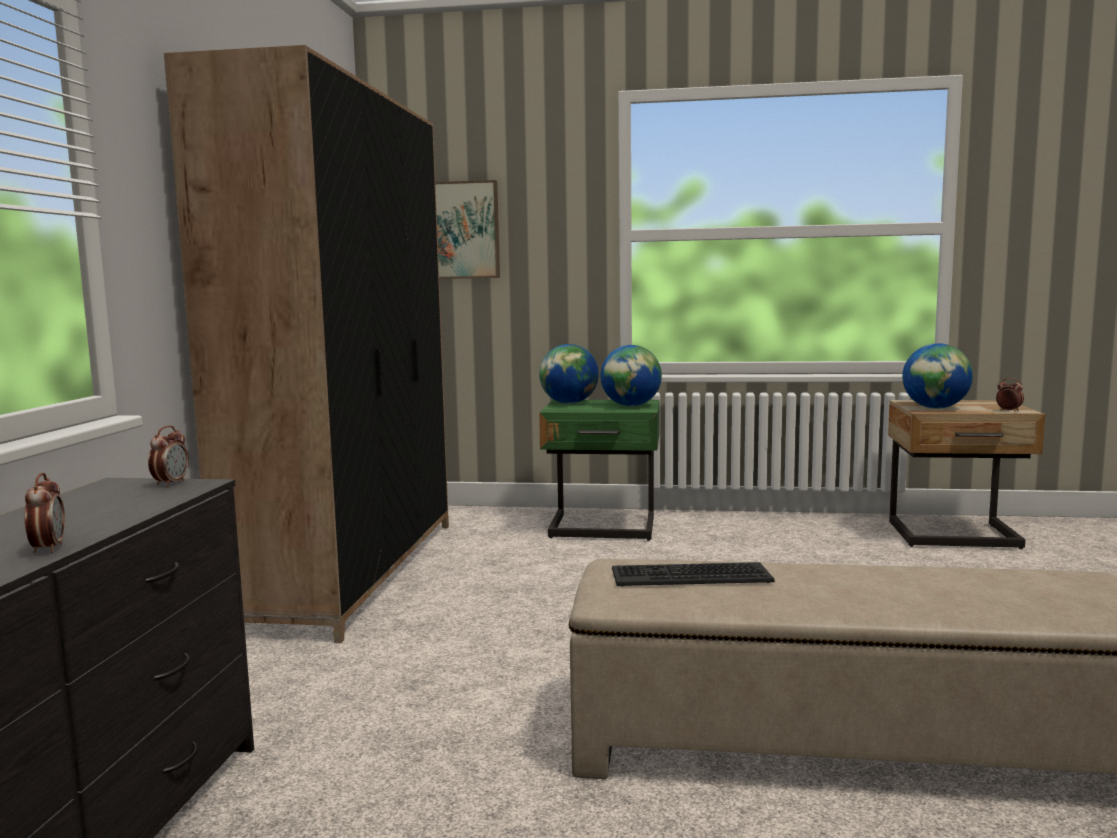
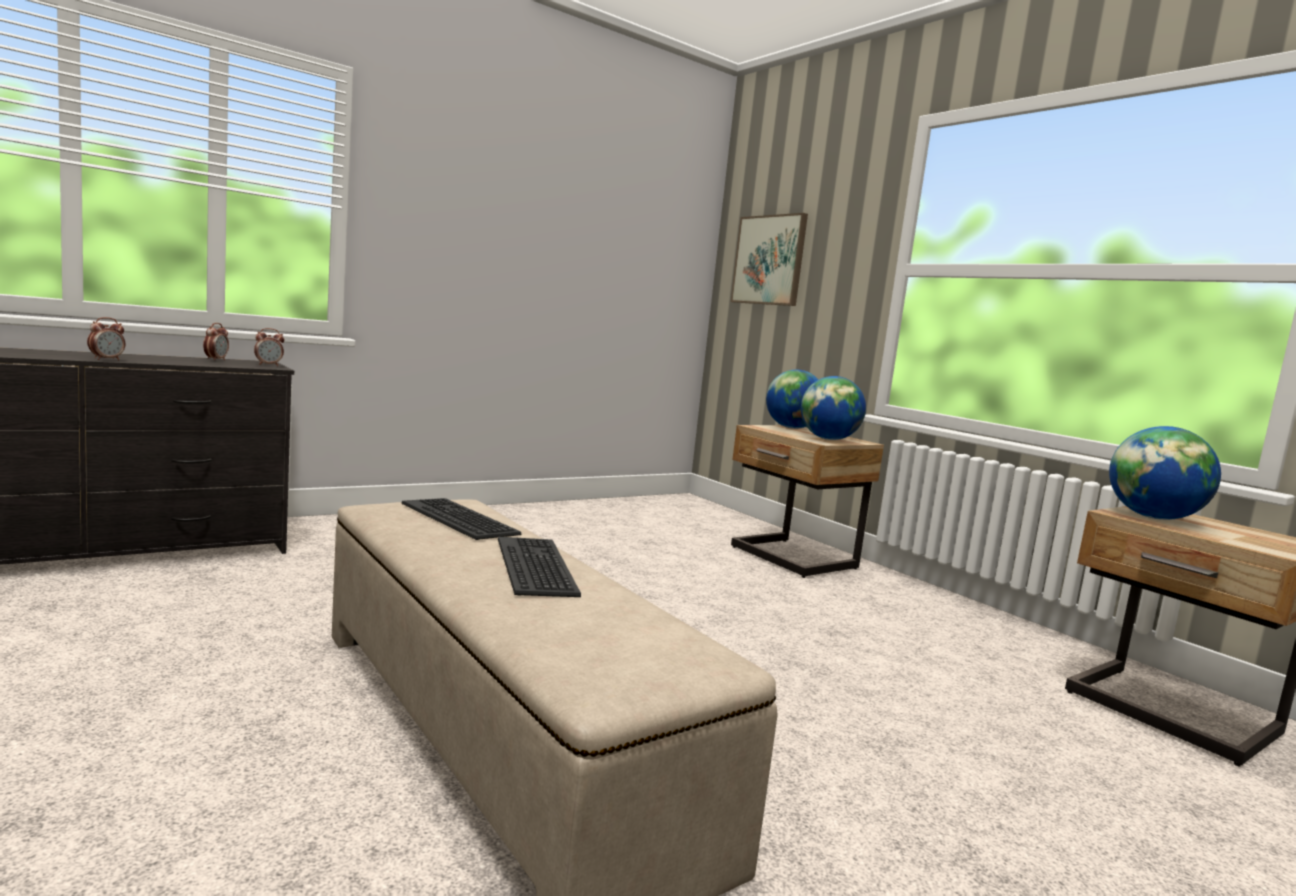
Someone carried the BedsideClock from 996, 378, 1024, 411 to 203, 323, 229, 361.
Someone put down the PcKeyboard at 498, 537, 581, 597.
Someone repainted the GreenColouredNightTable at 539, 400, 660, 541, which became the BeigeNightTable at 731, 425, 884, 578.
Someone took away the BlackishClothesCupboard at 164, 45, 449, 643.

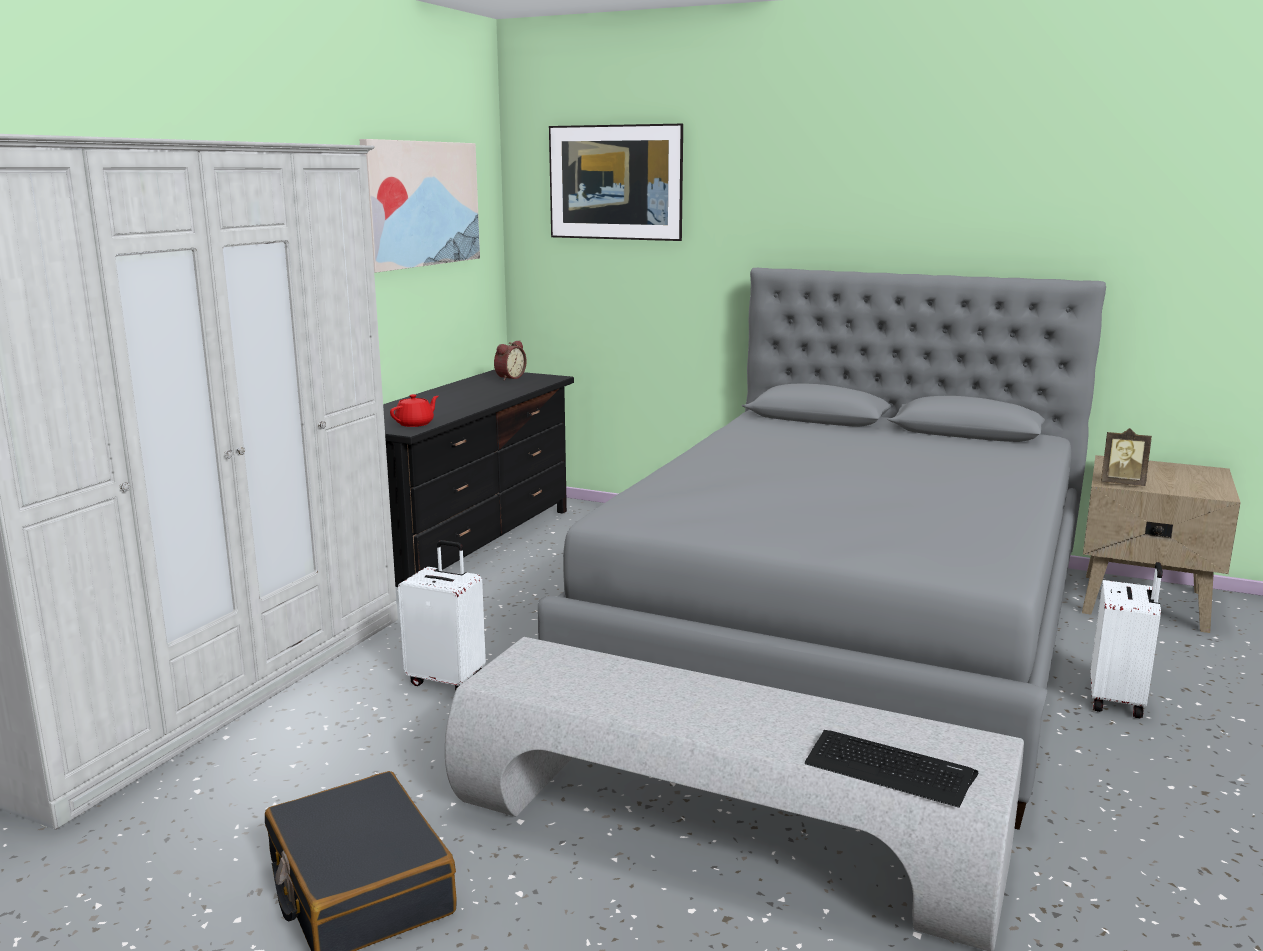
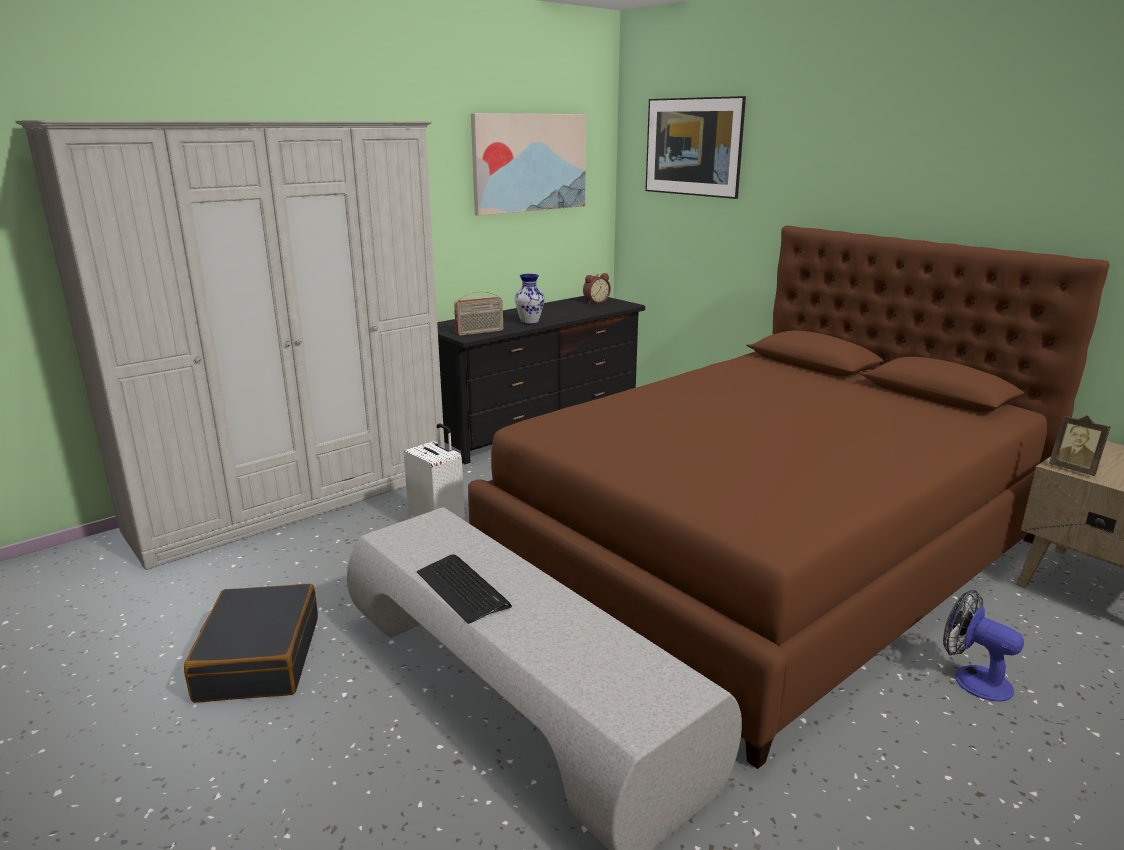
Someone carried the PcKeyboard from 805, 730, 978, 808 to 417, 554, 512, 624.
Someone swapped the RedColouredTeapot at 390, 394, 438, 427 for the Radio at 454, 291, 503, 336.
Someone repainted the GreyBedroomBed at 538, 268, 1106, 830, which became the BrownishBedroomBed at 468, 226, 1110, 769.
Someone put down the FlowerVase at 515, 274, 545, 324.
Someone swapped the WhitishPieceOfLuggage at 1091, 562, 1163, 718 for the ElectricFan at 943, 590, 1024, 702.

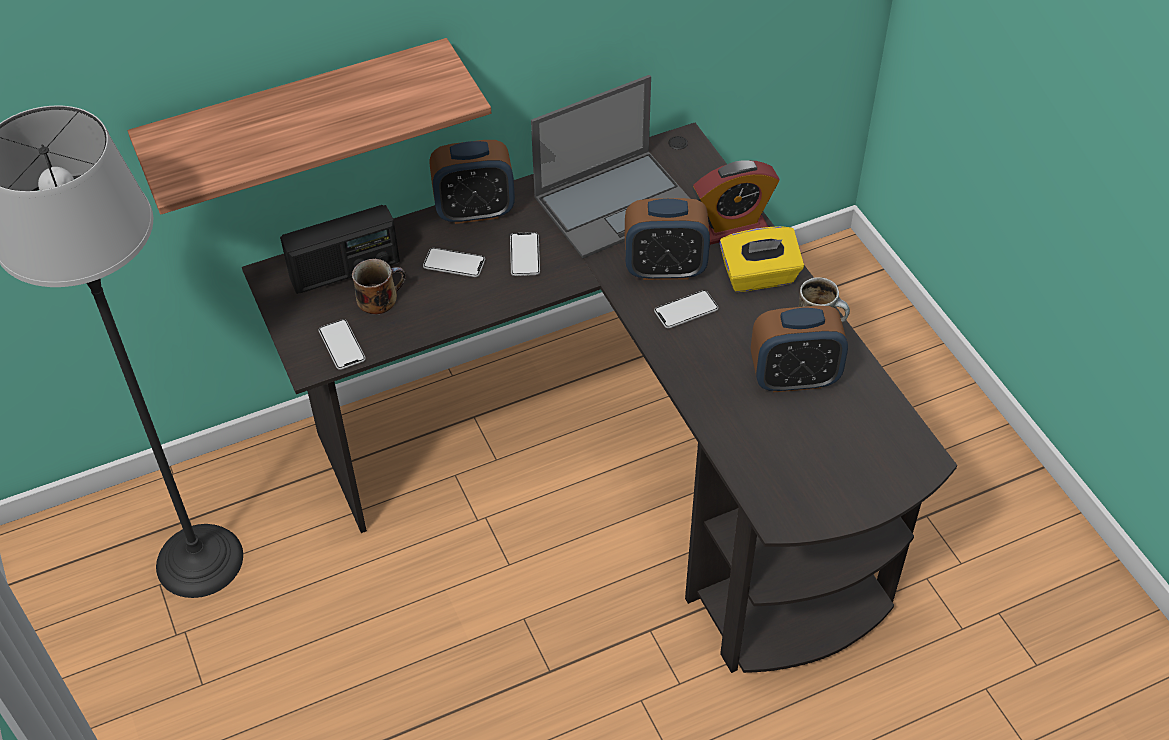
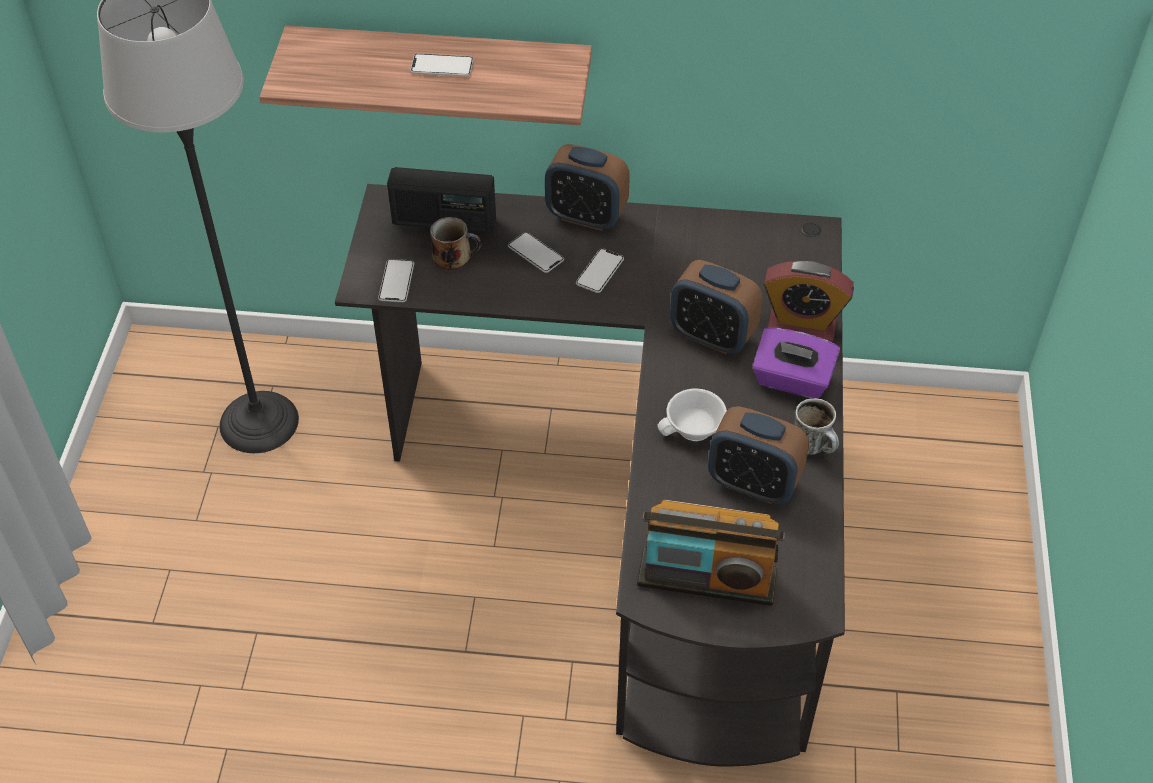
Someone carried the Telephone from 654, 290, 719, 328 to 410, 54, 474, 76.
Someone put down the Radio at 637, 500, 785, 606.
Someone put down the WhitishCup at 657, 388, 727, 441.
Someone repainted the YellowBoxOfTissues at 719, 226, 804, 292, which became the PurpleColouredBoxOfTissues at 752, 328, 840, 399.
Someone took away the PortableComputer at 531, 75, 690, 258.

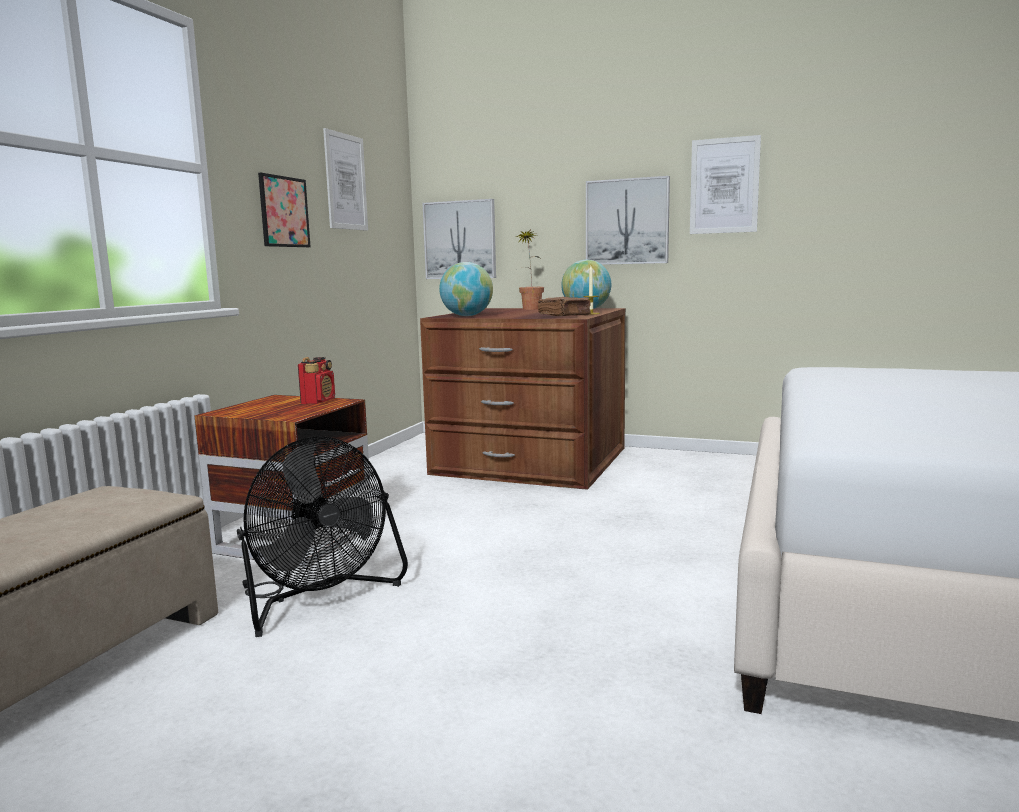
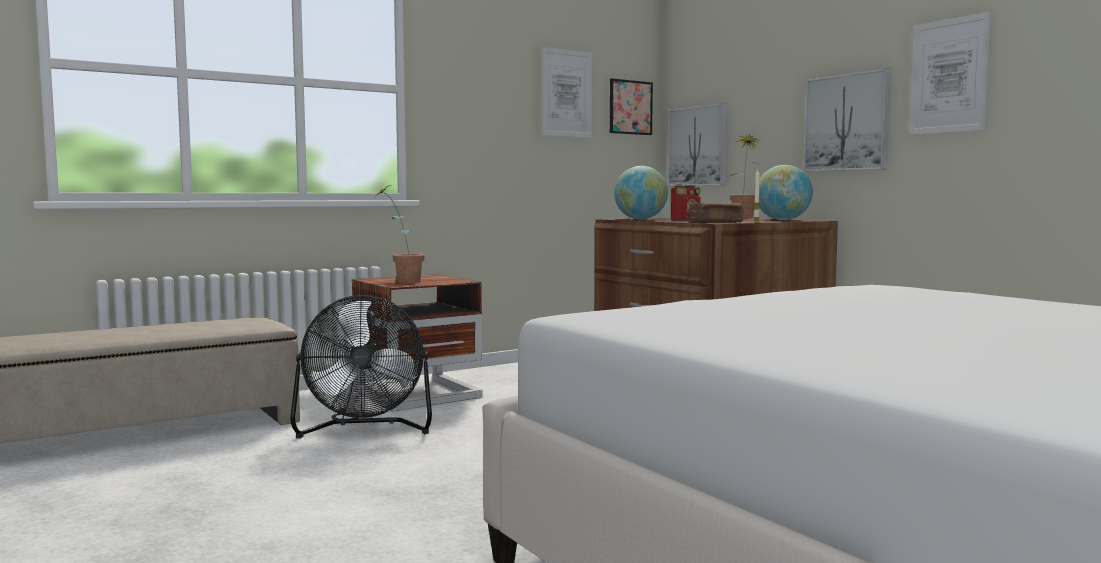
Someone put down the PottedPlant at 374, 185, 424, 283.
Someone carried the Picture from 258, 173, 310, 247 to 610, 78, 653, 135.
Someone carried the Radio from 298, 357, 335, 404 to 671, 184, 701, 220.

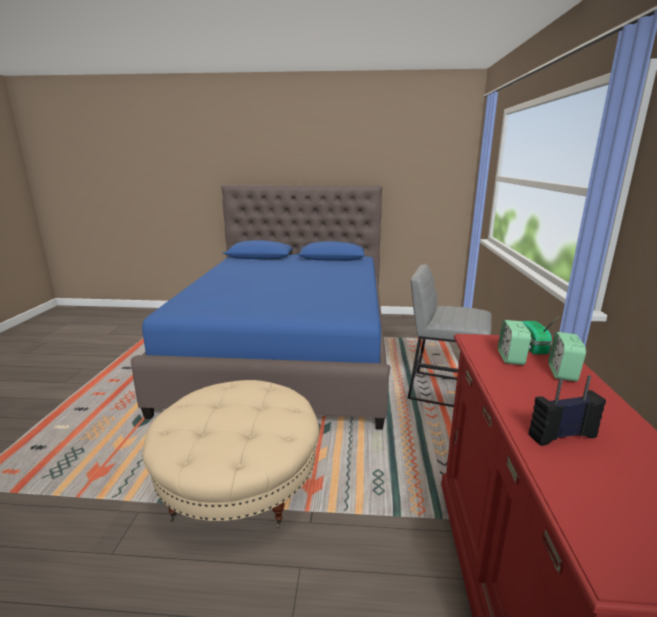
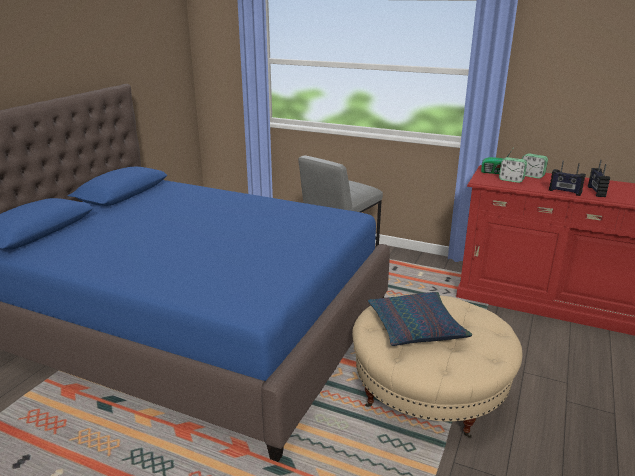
Someone put down the BluishCushion at 368, 292, 472, 346.
Someone put down the Radio at 549, 161, 586, 196.

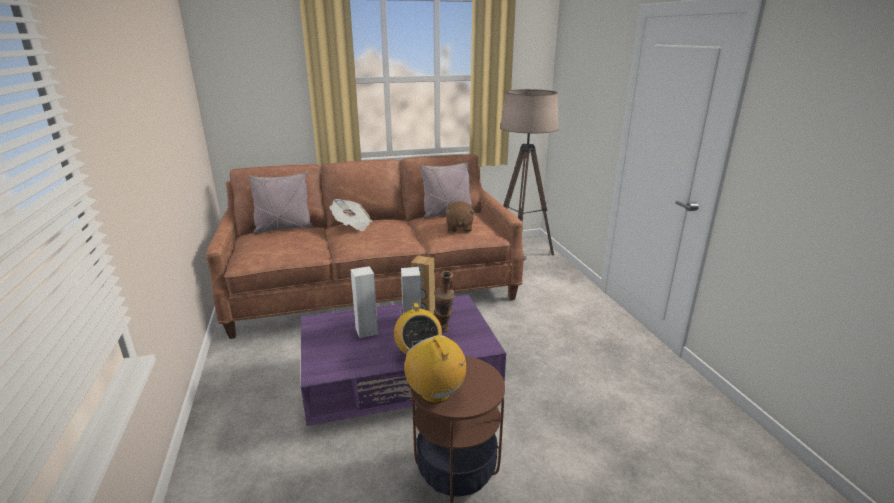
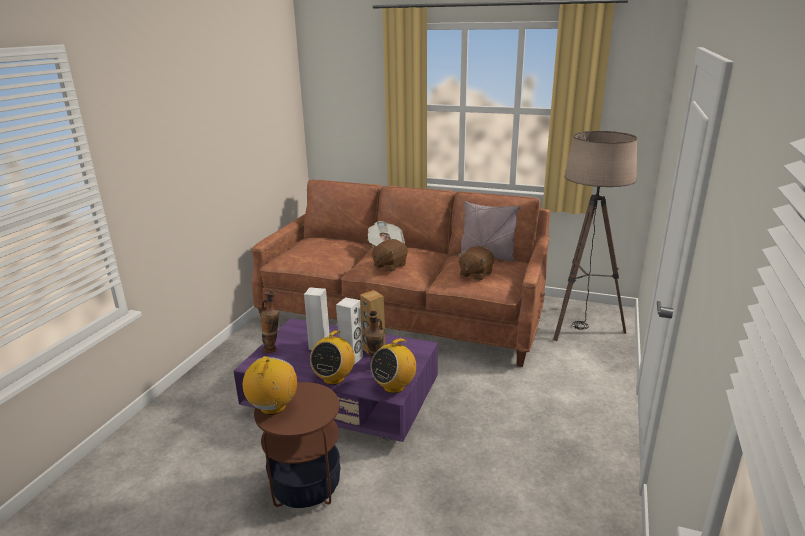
Someone put down the FlowerVase at 261, 291, 279, 353.
Someone put down the Radio at 370, 338, 416, 393.
Someone put down the BrownishPlushToy at 371, 239, 408, 272.
Someone took away the PurpleColouredCushion at 248, 173, 313, 234.

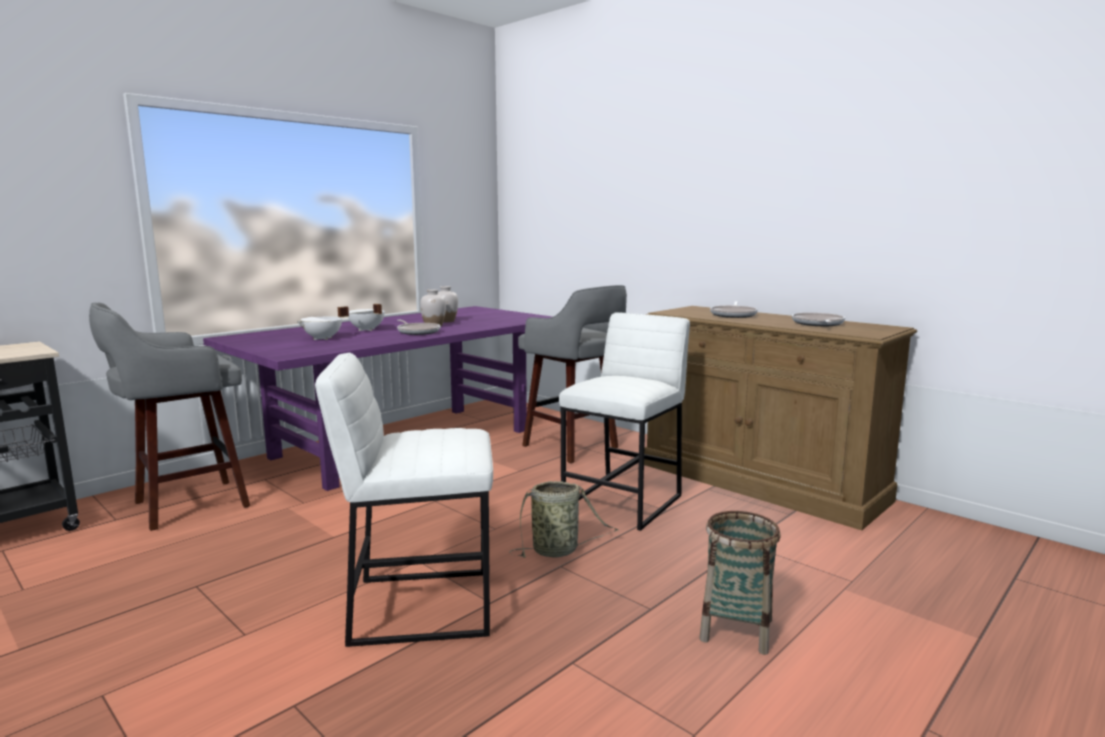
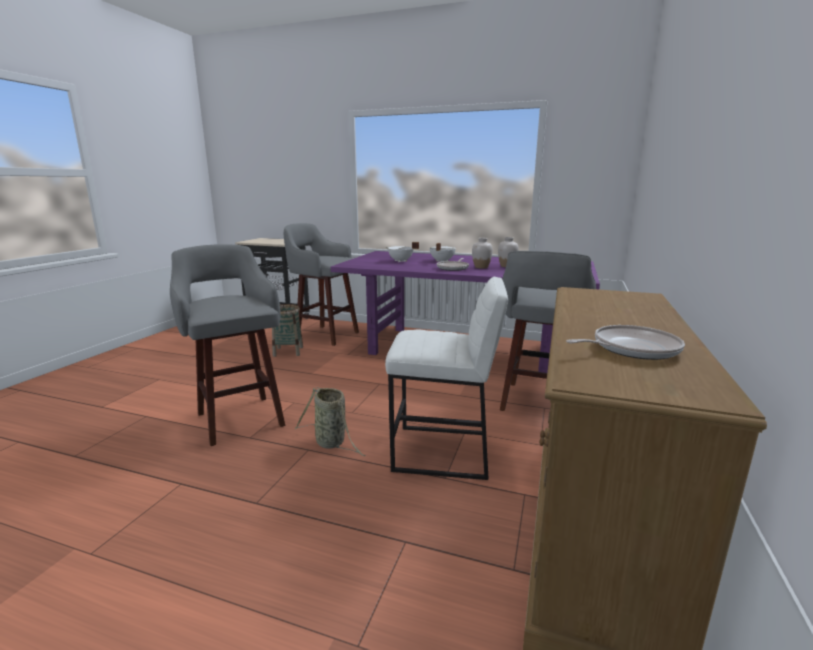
Someone swapped the WhitishChair at 315, 352, 493, 647 for the GreyStoolSeat at 170, 244, 285, 446.
Someone carried the Basket from 699, 511, 781, 655 to 272, 304, 303, 357.
Someone took away the FryingPan at 710, 302, 758, 318.

